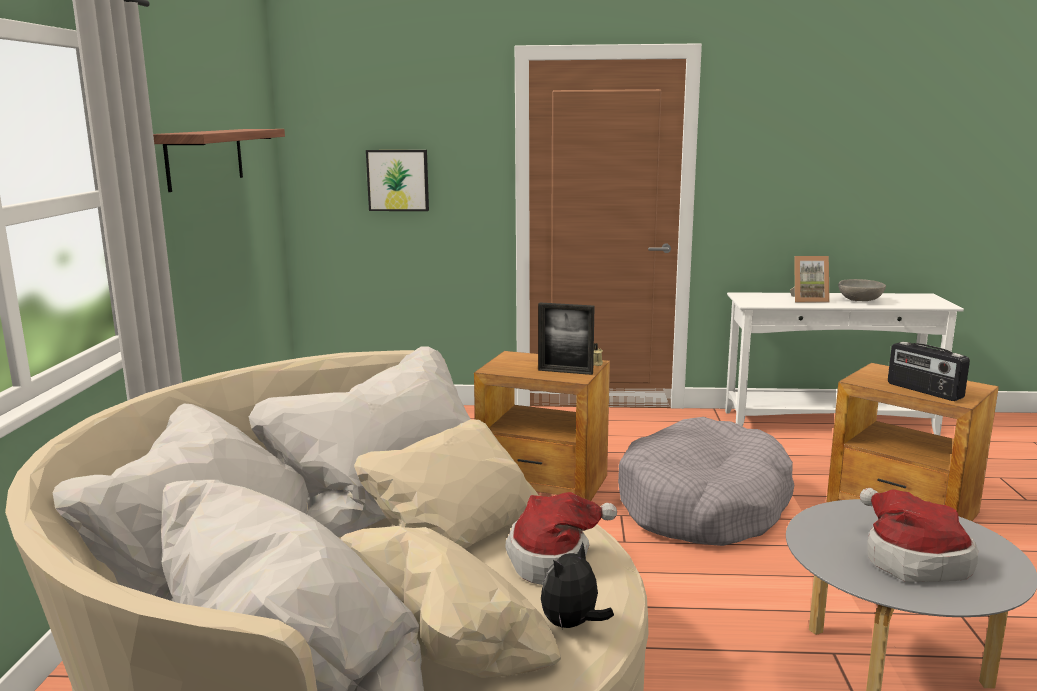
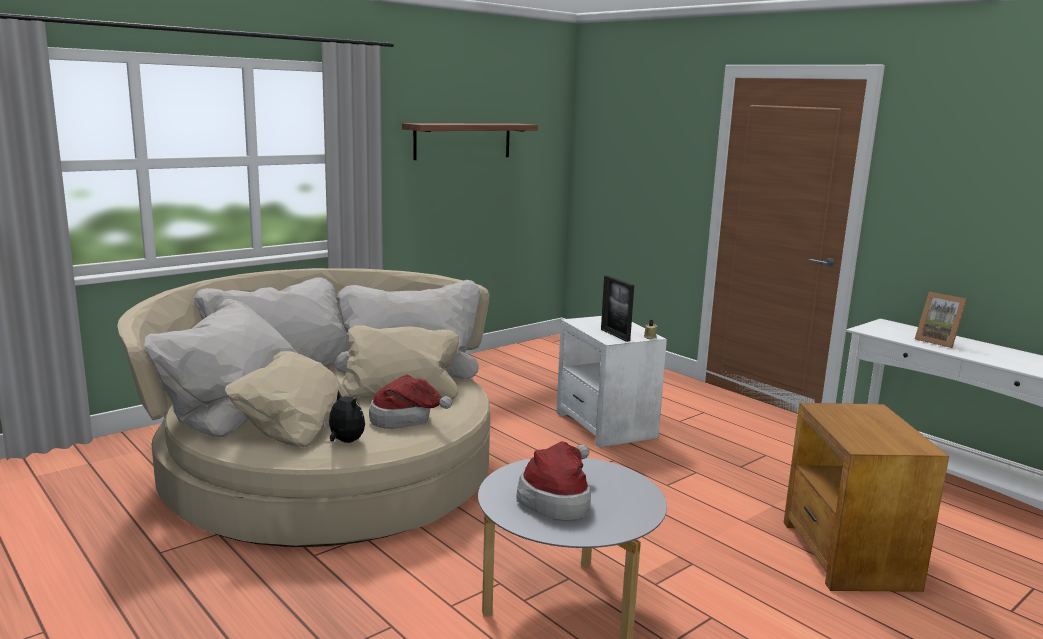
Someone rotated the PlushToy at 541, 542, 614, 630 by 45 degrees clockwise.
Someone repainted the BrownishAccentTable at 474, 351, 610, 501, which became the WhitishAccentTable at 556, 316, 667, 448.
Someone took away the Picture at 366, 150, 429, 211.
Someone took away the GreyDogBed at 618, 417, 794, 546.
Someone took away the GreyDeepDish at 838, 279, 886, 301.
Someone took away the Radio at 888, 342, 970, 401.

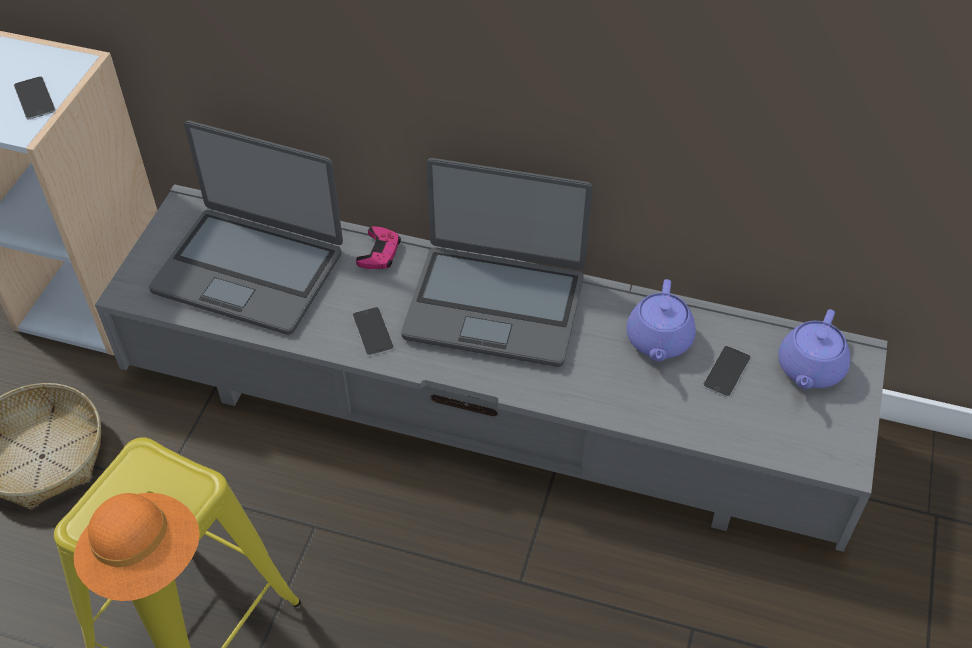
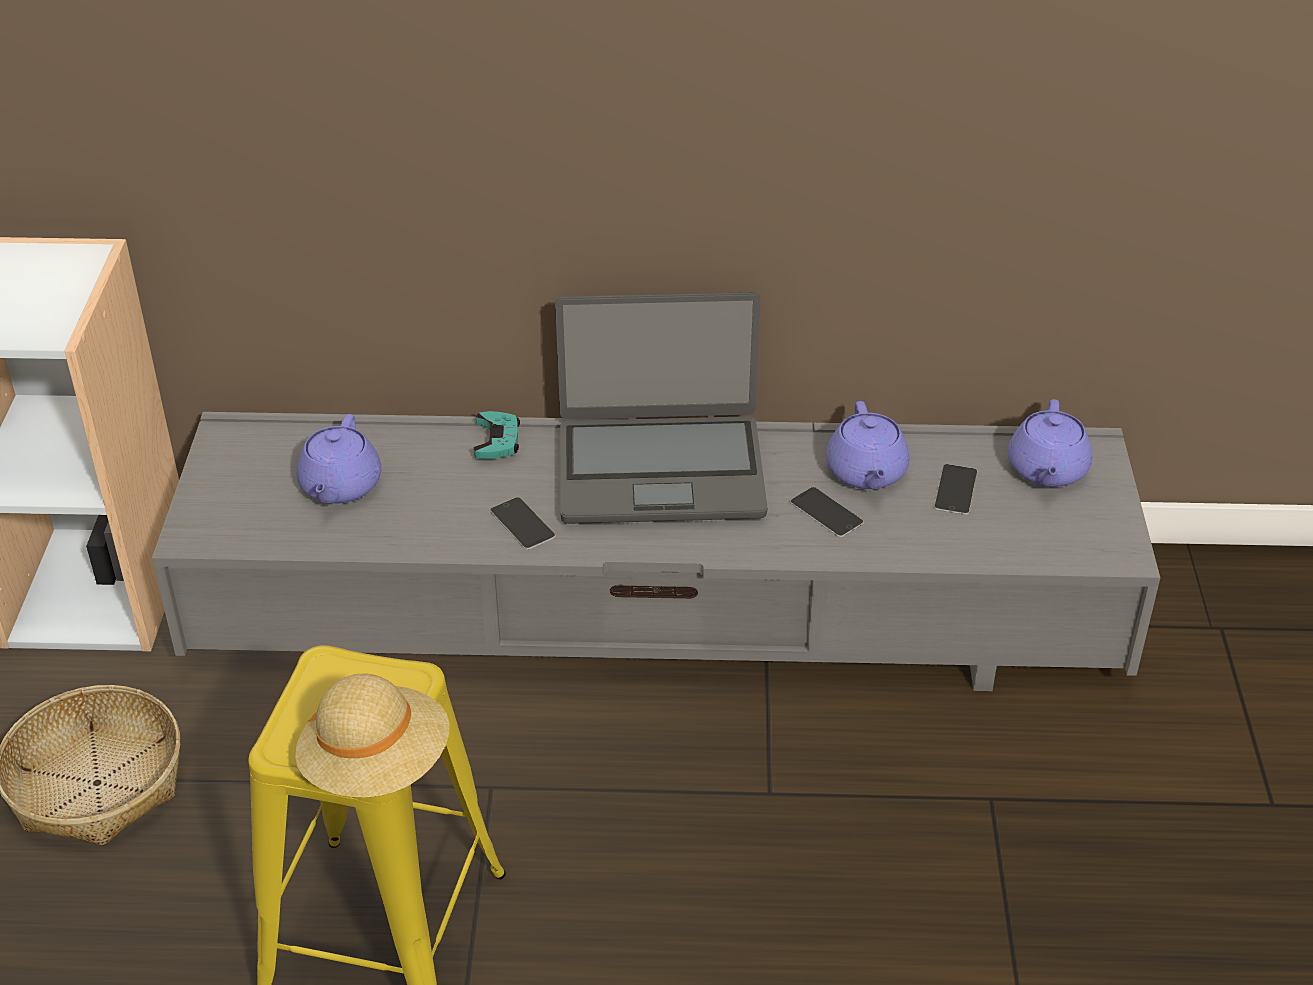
Someone repainted the OrangeyClothingHat at 74, 493, 200, 601, which became the BeigeClothingHat at 295, 674, 449, 798.
Someone swapped the PortableComputer at 149, 121, 343, 335 for the PurpleColouredTeapot at 296, 414, 381, 504.
Someone repainted the PinkishGamepad at 356, 226, 401, 269, which became the TurquoiseColouredGamepad at 473, 411, 520, 459.
Someone carried the Telephone from 14, 76, 56, 119 to 790, 487, 864, 537.

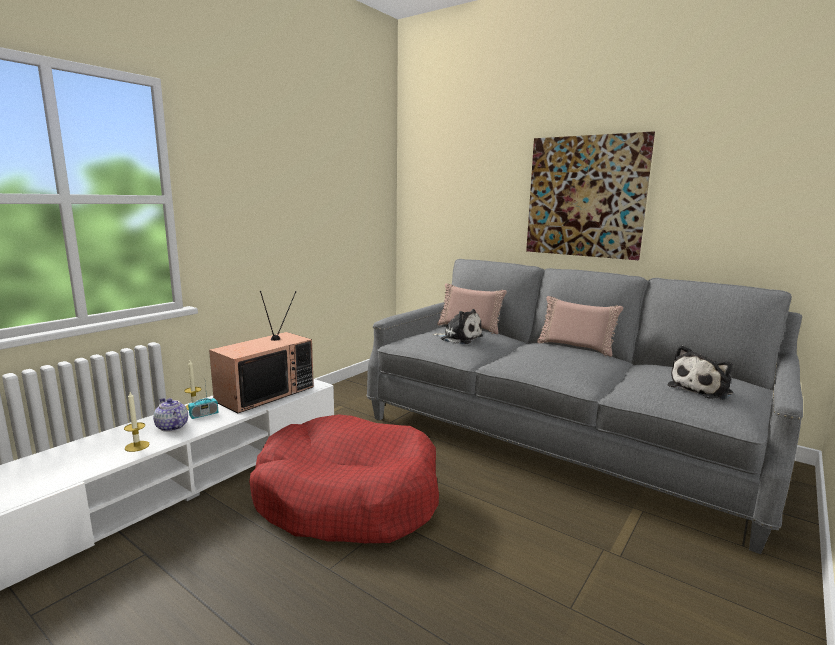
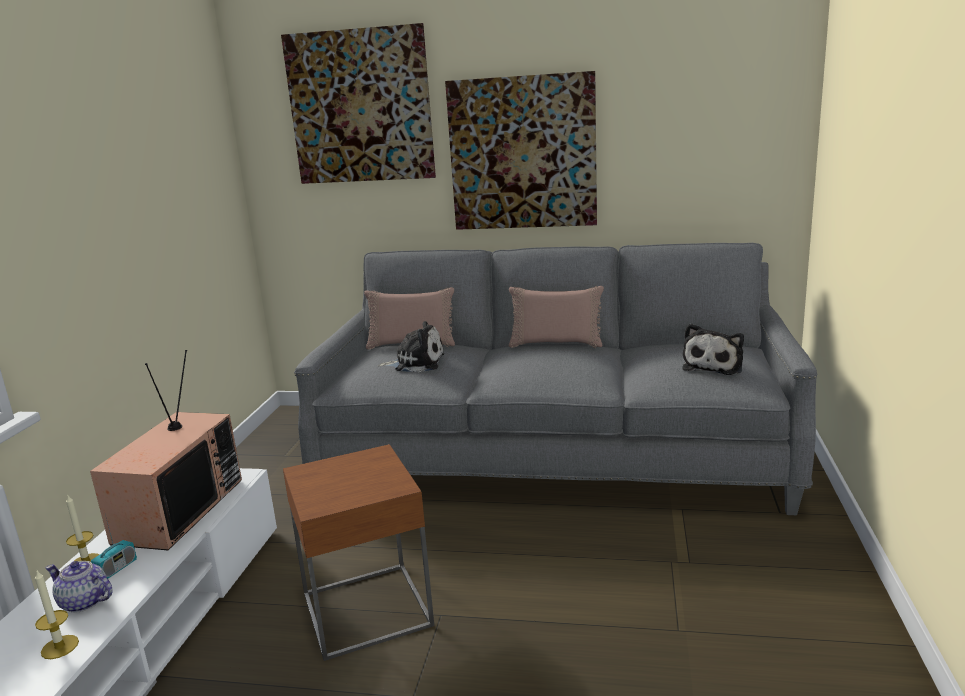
Someone put up the Picture at 281, 23, 436, 184.
Someone swapped the RedColouredDogBed at 249, 415, 439, 543 for the BrownishAccentTable at 283, 444, 434, 661.

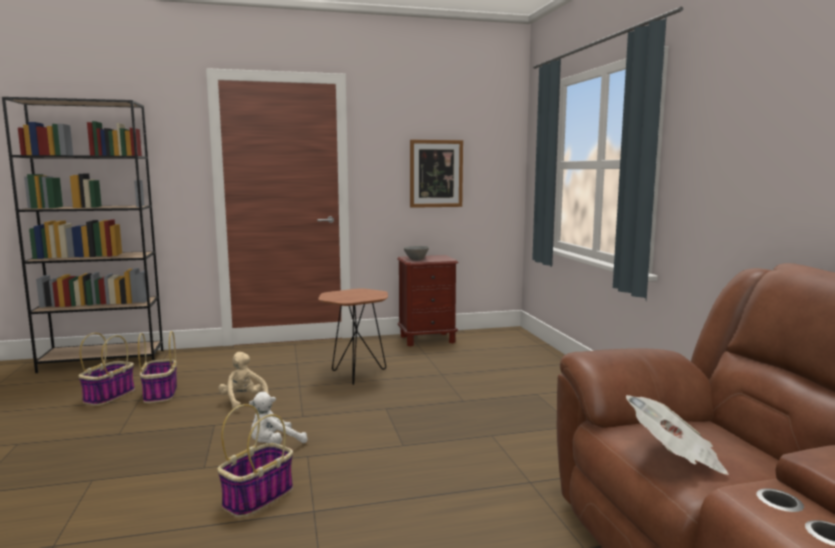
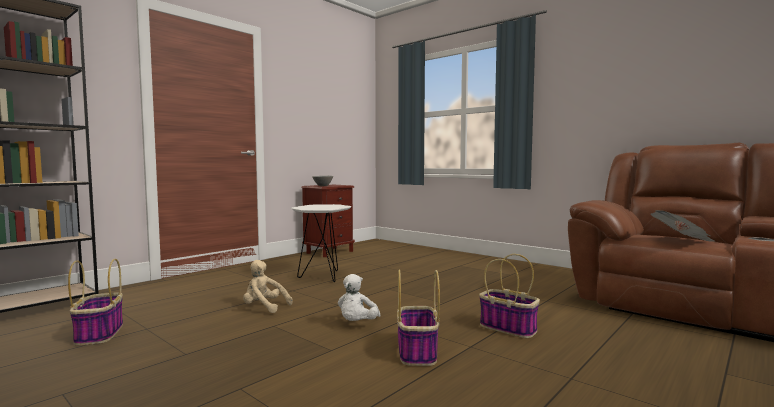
Someone repainted the BrownishAccentTable at 318, 288, 388, 385, which became the WhitishAccentTable at 291, 204, 352, 282.
Someone carried the Basket from 138, 331, 177, 403 to 479, 254, 540, 338.
Someone took away the Picture at 410, 140, 463, 208.

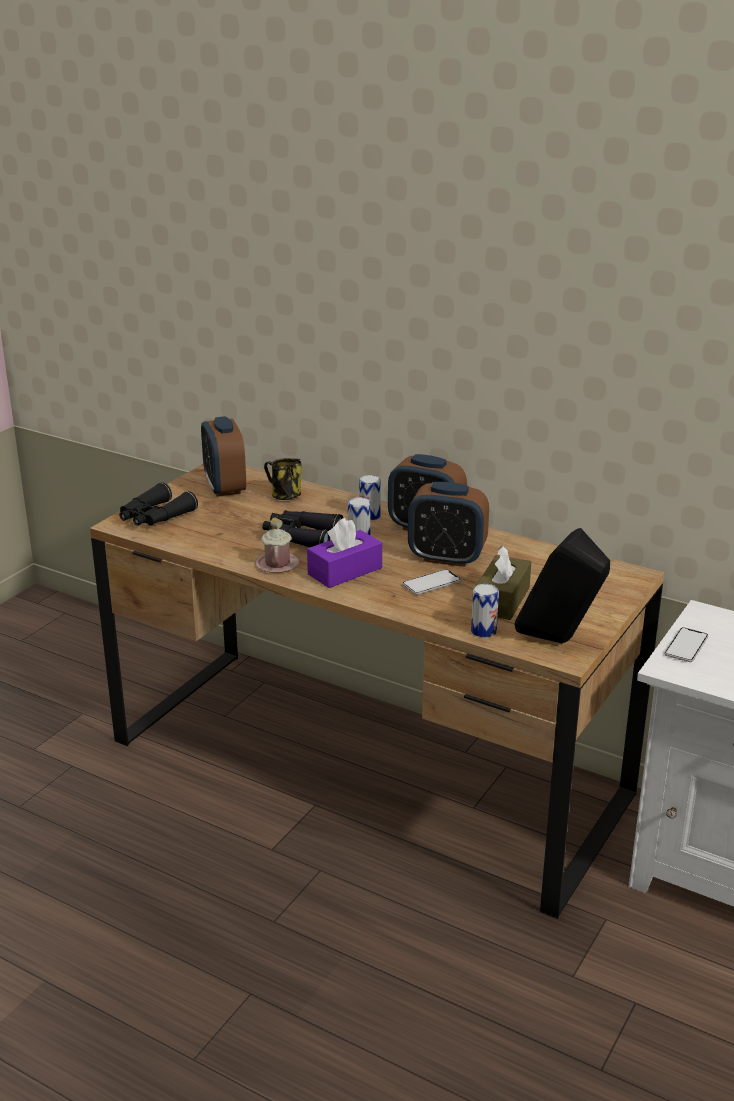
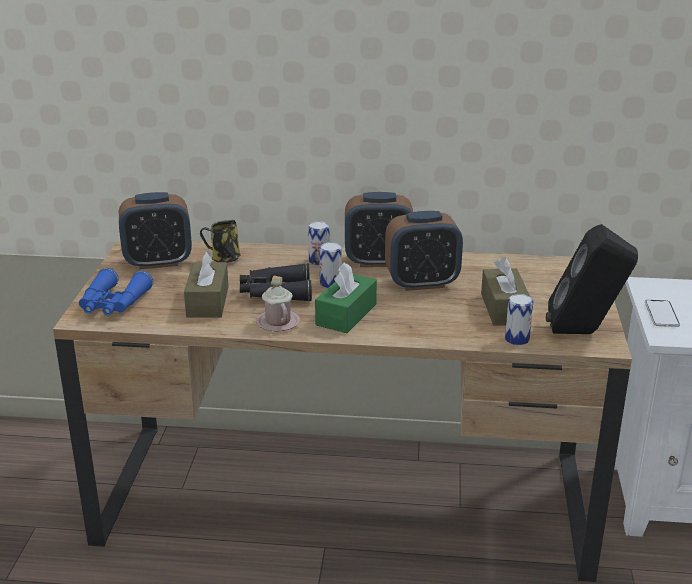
Someone repainted the BlackishFieldGlasses at 119, 482, 198, 526, which became the BluishFieldGlasses at 79, 268, 153, 316.
Someone rotated the BedsideClock at 201, 416, 246, 497 by 60 degrees counterclockwise.
Someone put down the BrownishBoxOfTissues at 184, 251, 229, 318.
Someone repainted the PurpleColouredBoxOfTissues at 307, 518, 382, 588, which became the GreenColouredBoxOfTissues at 315, 262, 377, 333.
Someone took away the Telephone at 402, 569, 461, 595.

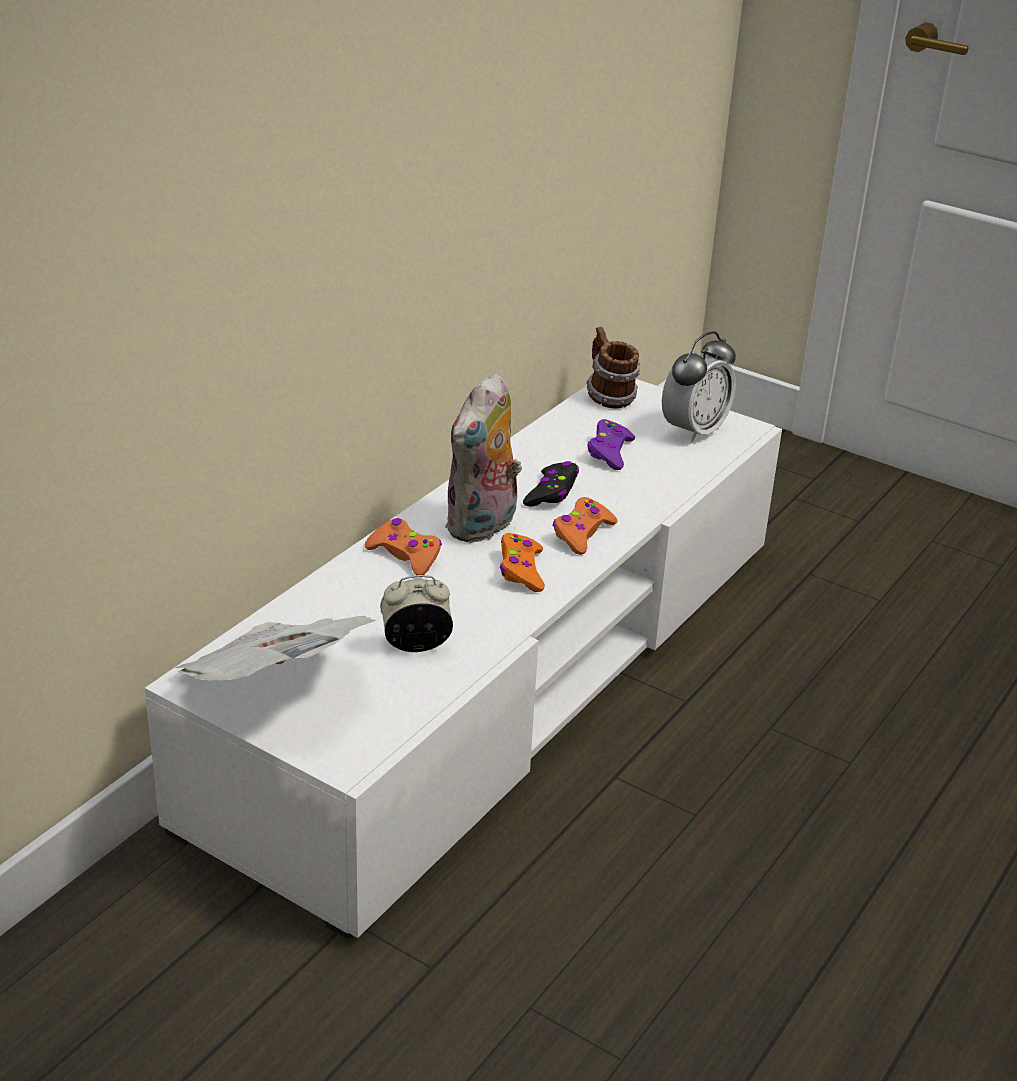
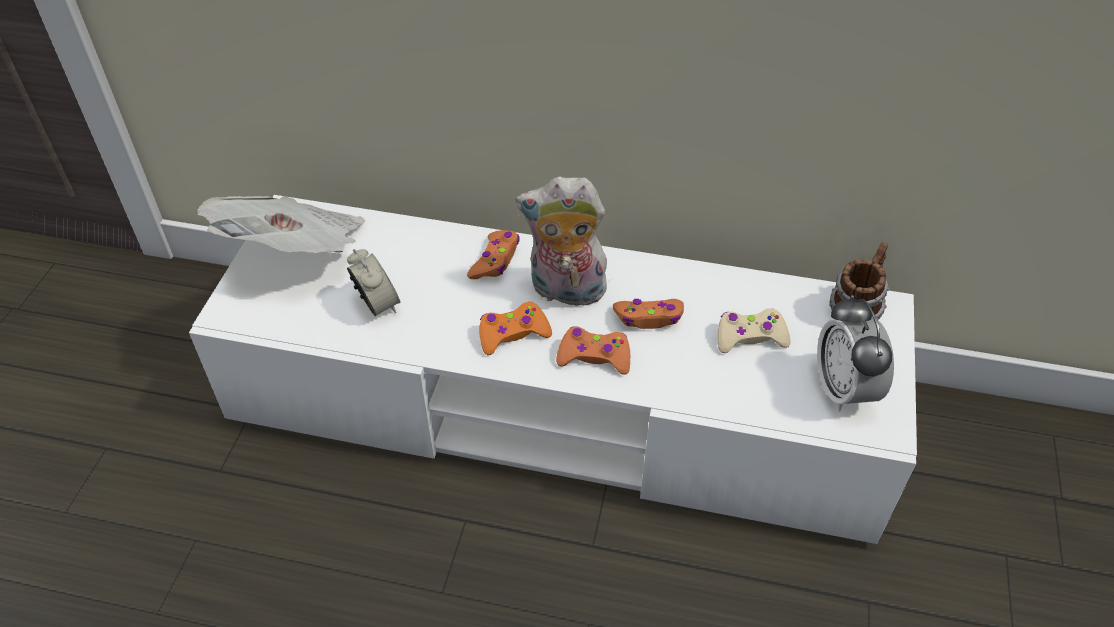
Someone repainted the BlackishGamepad at 523, 461, 579, 507, which became the OrangeyGamepad at 613, 299, 684, 329.
Someone repainted the PurpleColouredGamepad at 587, 419, 635, 470, which became the BeigeGamepad at 718, 308, 791, 353.
Someone rotated the BedsideClock at 662, 331, 736, 444 by 60 degrees clockwise.

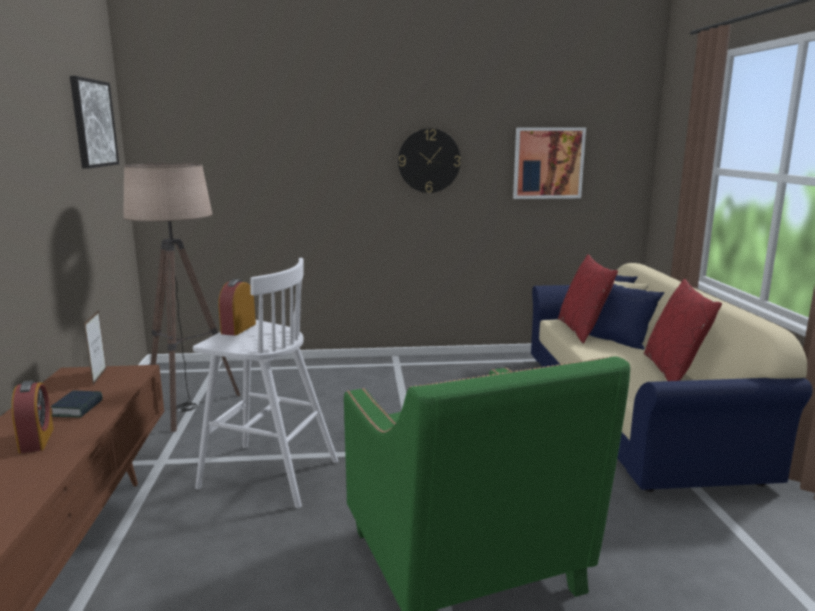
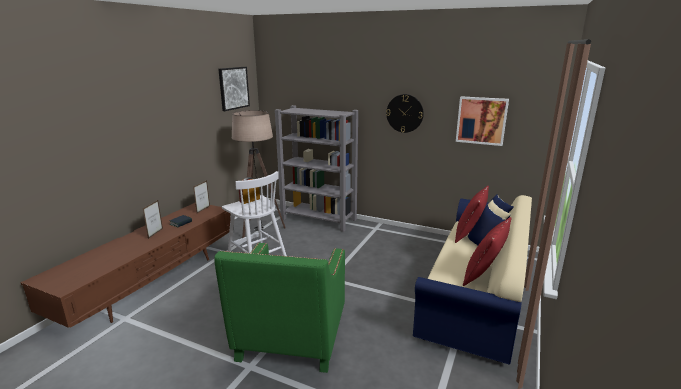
Someone swapped the BedsideClock at 11, 380, 54, 453 for the StandingFrame at 143, 200, 163, 239.
Someone put down the GreyShelvingUnit at 275, 105, 358, 232.

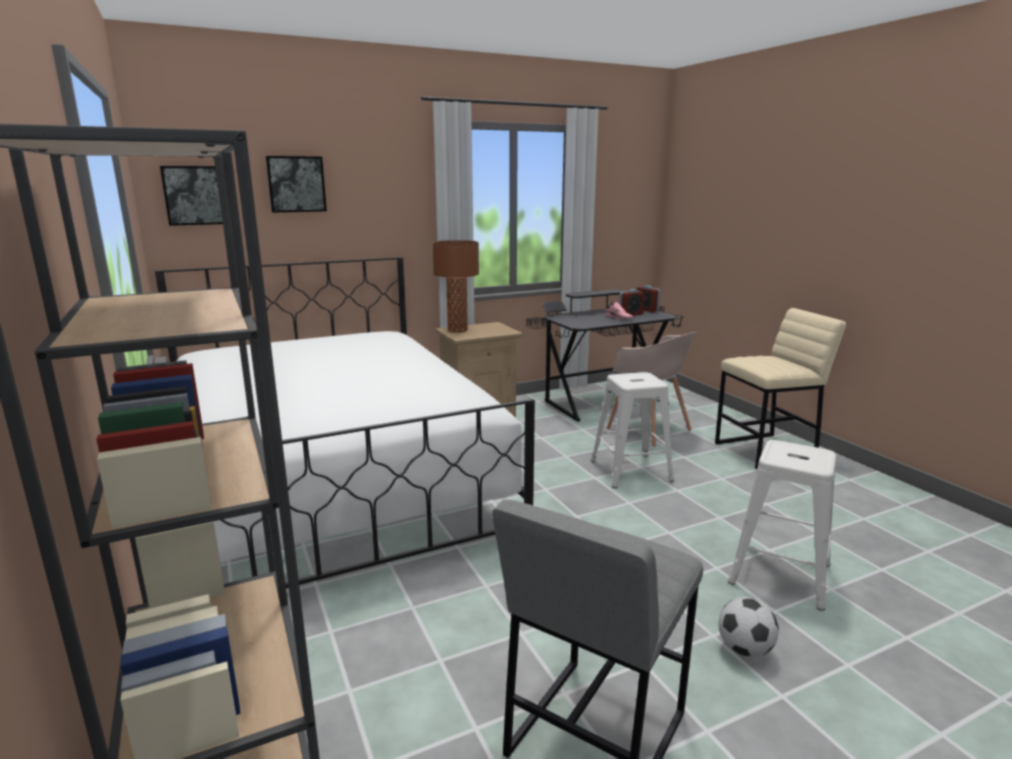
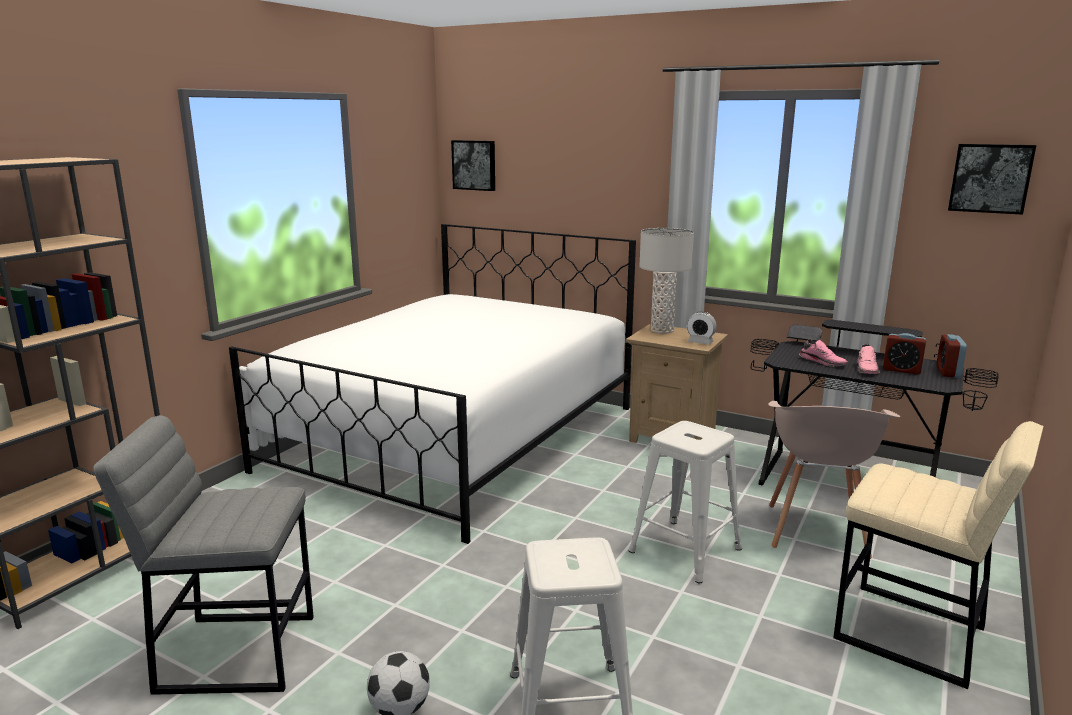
Someone repainted the BrownishTableLamp at 433, 240, 479, 332, which became the WhitishTableLamp at 639, 228, 694, 334.
Someone put down the BedsideClock at 687, 312, 717, 345.
Someone put down the PinkishShoe at 799, 339, 848, 367.
Someone carried the Picture from 265, 156, 327, 213 to 948, 144, 1036, 215.

